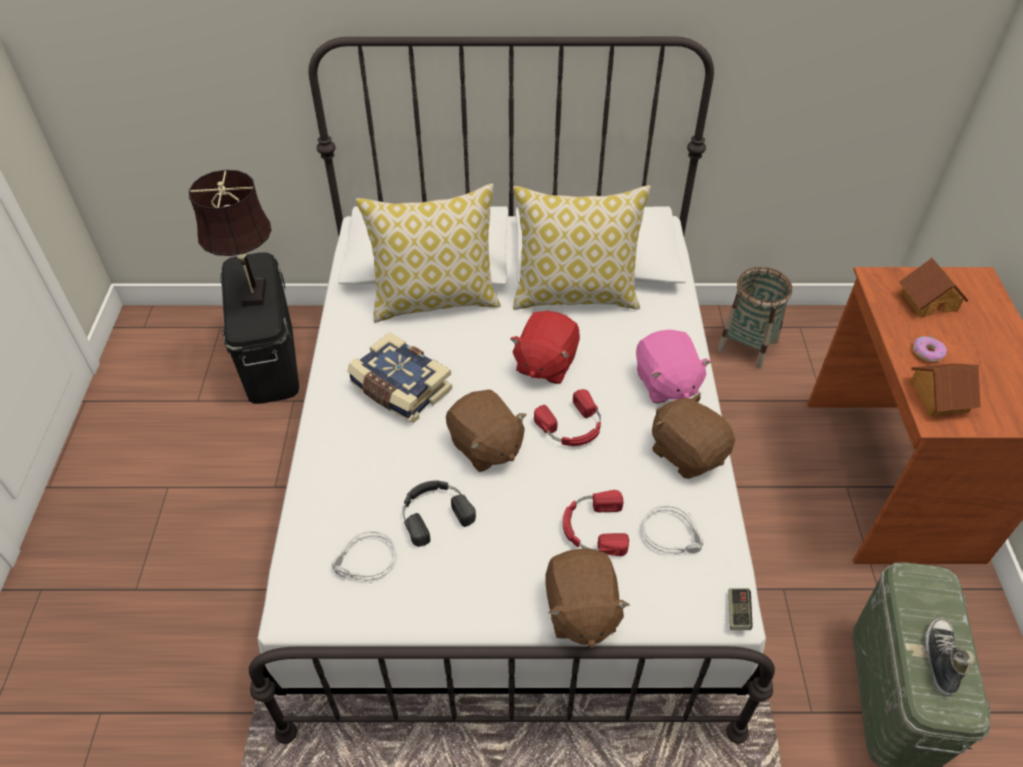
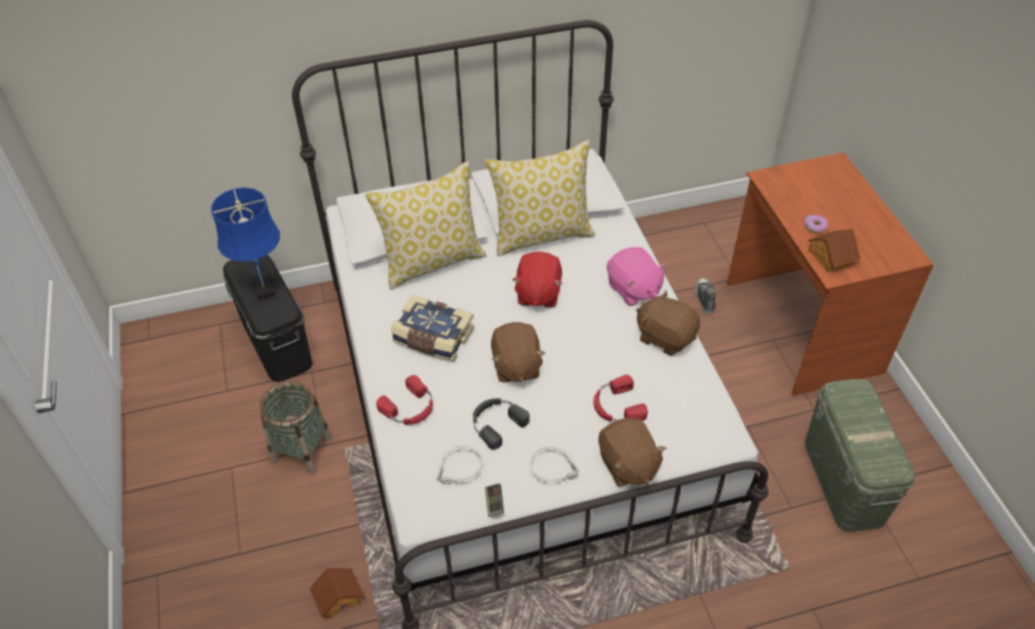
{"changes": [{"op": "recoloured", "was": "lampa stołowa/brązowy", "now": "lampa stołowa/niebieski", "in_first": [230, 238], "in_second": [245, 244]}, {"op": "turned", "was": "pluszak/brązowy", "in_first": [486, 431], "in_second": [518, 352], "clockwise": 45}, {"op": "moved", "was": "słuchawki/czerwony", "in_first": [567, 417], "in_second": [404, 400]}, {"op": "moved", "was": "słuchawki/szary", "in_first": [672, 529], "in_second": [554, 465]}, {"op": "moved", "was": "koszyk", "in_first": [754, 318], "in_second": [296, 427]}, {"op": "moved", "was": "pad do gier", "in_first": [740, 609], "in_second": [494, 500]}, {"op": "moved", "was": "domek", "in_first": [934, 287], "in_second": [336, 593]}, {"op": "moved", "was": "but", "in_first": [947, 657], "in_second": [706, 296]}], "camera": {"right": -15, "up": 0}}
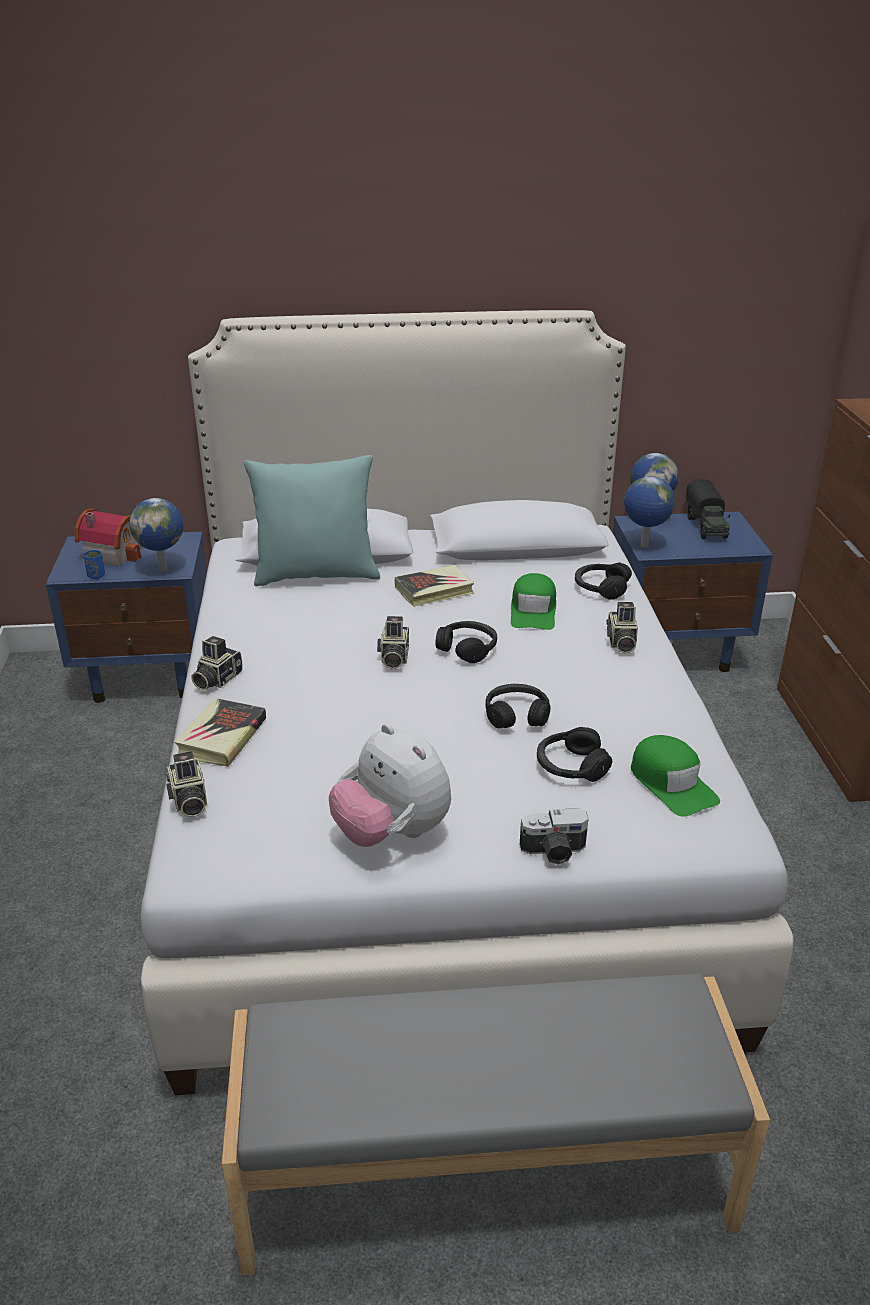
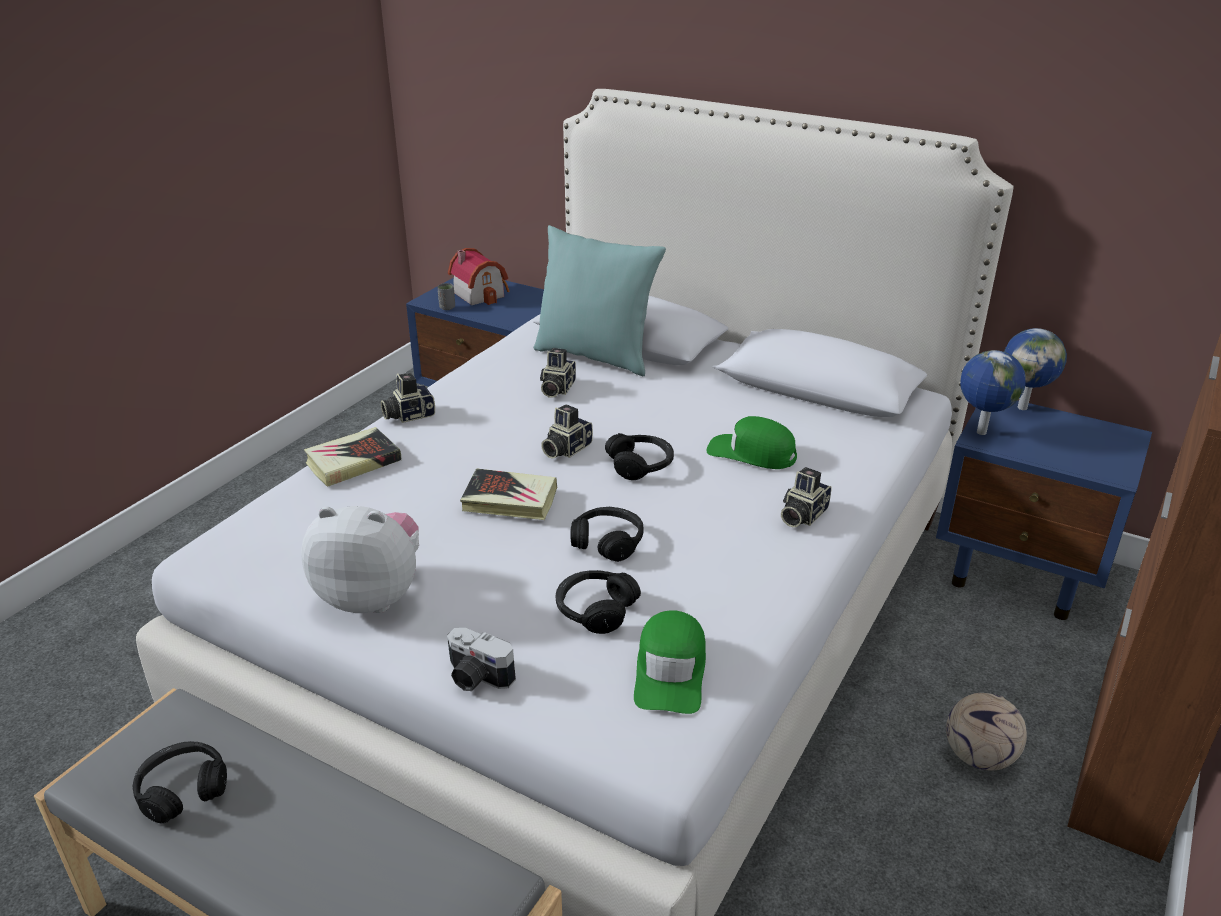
{"changes": [{"op": "recoloured", "was": "filiżanka/niebieski", "now": "filiżanka/szary", "in_first": [94, 564], "in_second": [446, 296]}, {"op": "removed", "was": "globus", "in_first": [156, 535]}, {"op": "moved", "was": "aparat fotograficzny", "in_first": [186, 784], "in_second": [558, 373]}, {"op": "turned", "was": "pluszak", "in_first": [390, 785], "in_second": [360, 559], "clockwise": 105}, {"op": "moved", "was": "książka", "in_first": [434, 586], "in_second": [508, 494]}, {"op": "turned", "was": "czapka z daszkiem/zielony", "in_first": [533, 601], "in_second": [751, 442], "clockwise": 75}, {"op": "moved", "was": "słuchawki/czarny", "in_first": [603, 581], "in_second": [180, 782]}, {"op": "removed", "was": "ciężarówka zabawkowa", "in_first": [708, 509]}, {"op": "added", "now": "piłka futbolowa", "in_second": [986, 731]}], "camera": {"right": 35, "up": 0}}
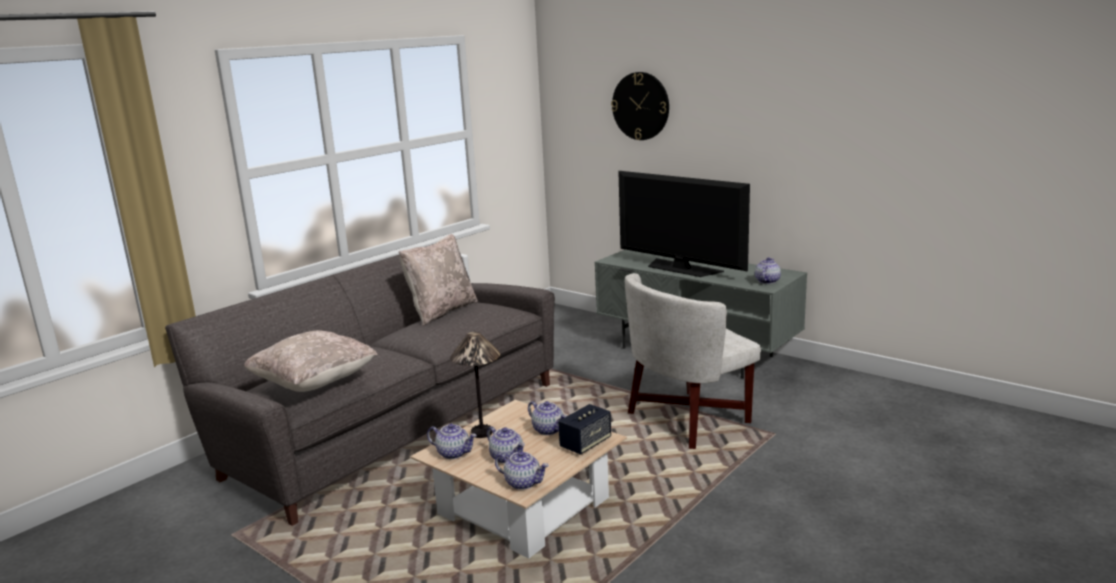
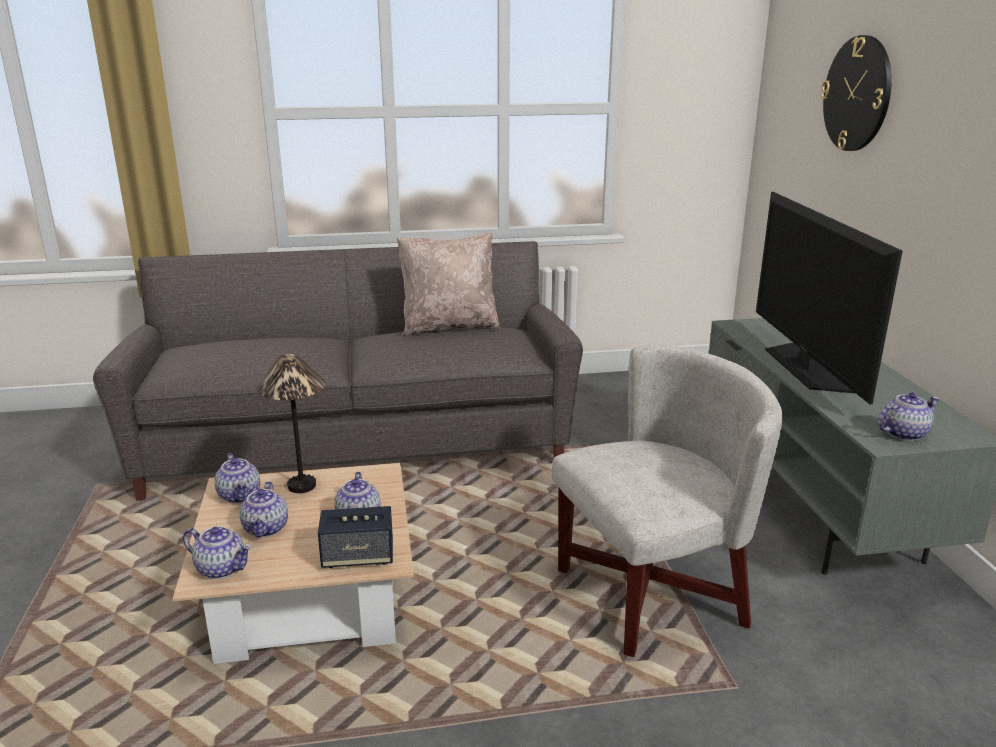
{"changes": [{"op": "removed", "was": "poduszka/beżowy", "in_first": [311, 361]}, {"op": "turned", "was": "imbryk", "in_first": [522, 470], "in_second": [217, 552], "clockwise": -45}, {"op": "turned", "was": "fotel/biały", "in_first": [693, 361], "in_second": [667, 501], "clockwise": 150}], "camera": {"right": 40, "up": 5}}
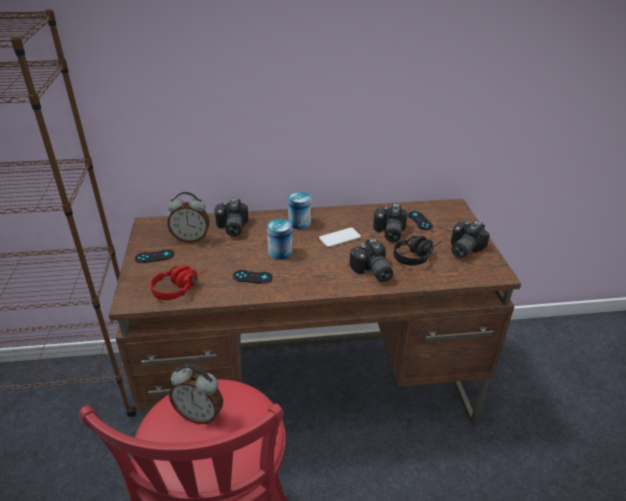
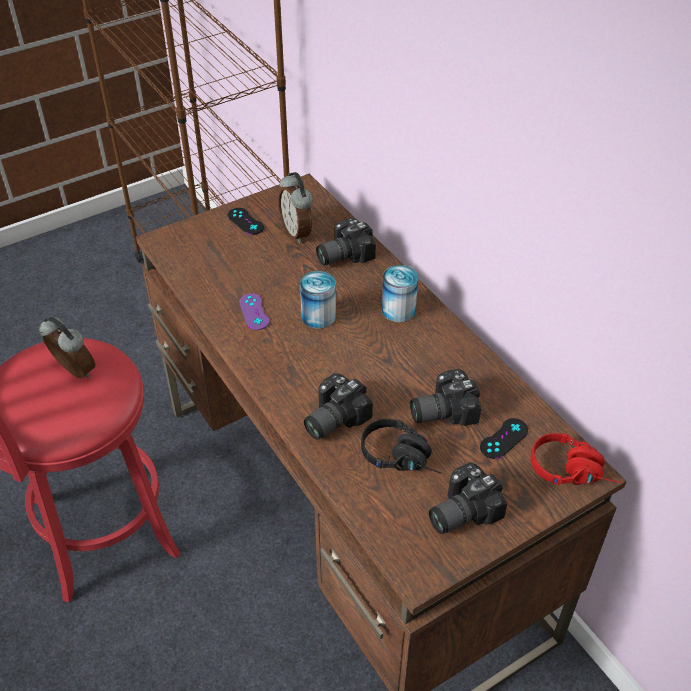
{"changes": [{"op": "moved", "was": "słuchawki/czerwony", "in_first": [179, 282], "in_second": [576, 459]}, {"op": "turned", "was": "budzik", "in_first": [196, 394], "in_second": [67, 347], "clockwise": 135}, {"op": "recoloured", "was": "pad do gier/czarny", "now": "pad do gier/fioletowy", "in_first": [253, 277], "in_second": [254, 311]}, {"op": "removed", "was": "telefon", "in_first": [340, 237]}, {"op": "turned", "was": "aparat fotograficzny", "in_first": [470, 239], "in_second": [468, 498], "clockwise": -45}], "camera": {"right": 65, "up": 10}}
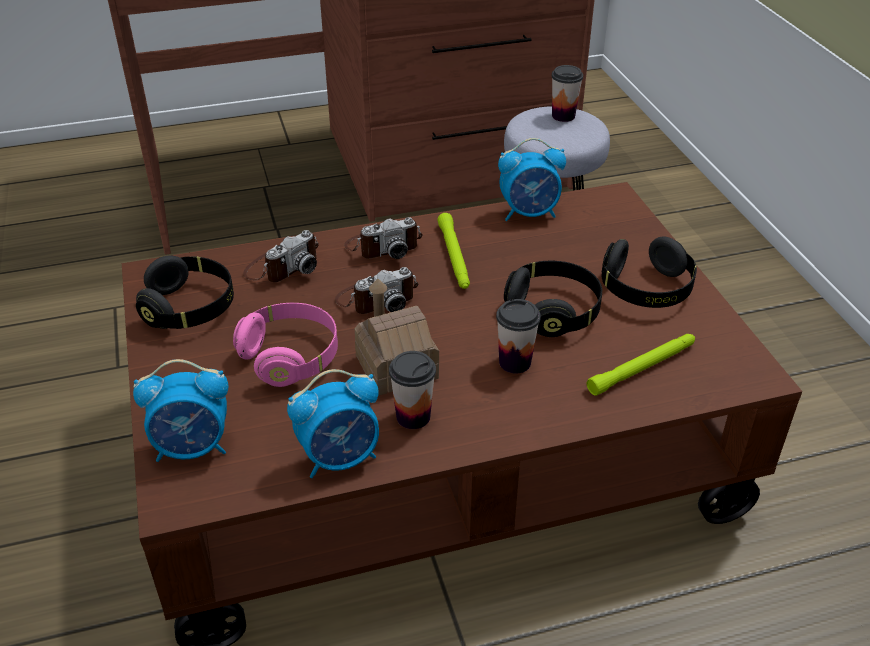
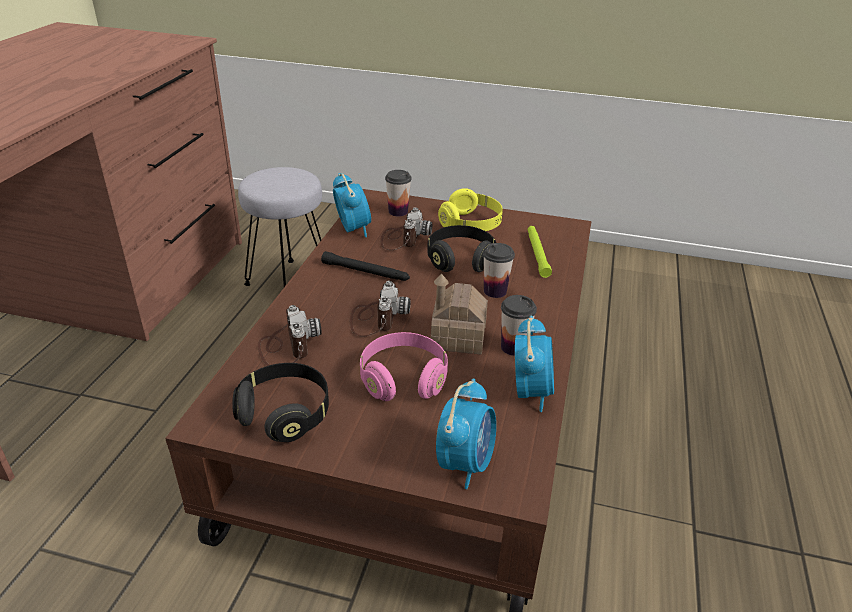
{"changes": [{"op": "moved", "was": "aparat fotograficzny", "in_first": [383, 238], "in_second": [406, 228]}, {"op": "recoloured", "was": "latarka/zielony", "now": "latarka/czarny", "in_first": [453, 251], "in_second": [365, 266]}, {"op": "turned", "was": "budzik", "in_first": [532, 179], "in_second": [352, 205], "clockwise": -45}, {"op": "moved", "was": "filiżanka", "in_first": [567, 93], "in_second": [398, 193]}, {"op": "recoloured", "was": "słuchawki/czarny", "now": "słuchawki/żółty", "in_first": [649, 272], "in_second": [470, 209]}], "camera": {"right": -60, "up": -5}}
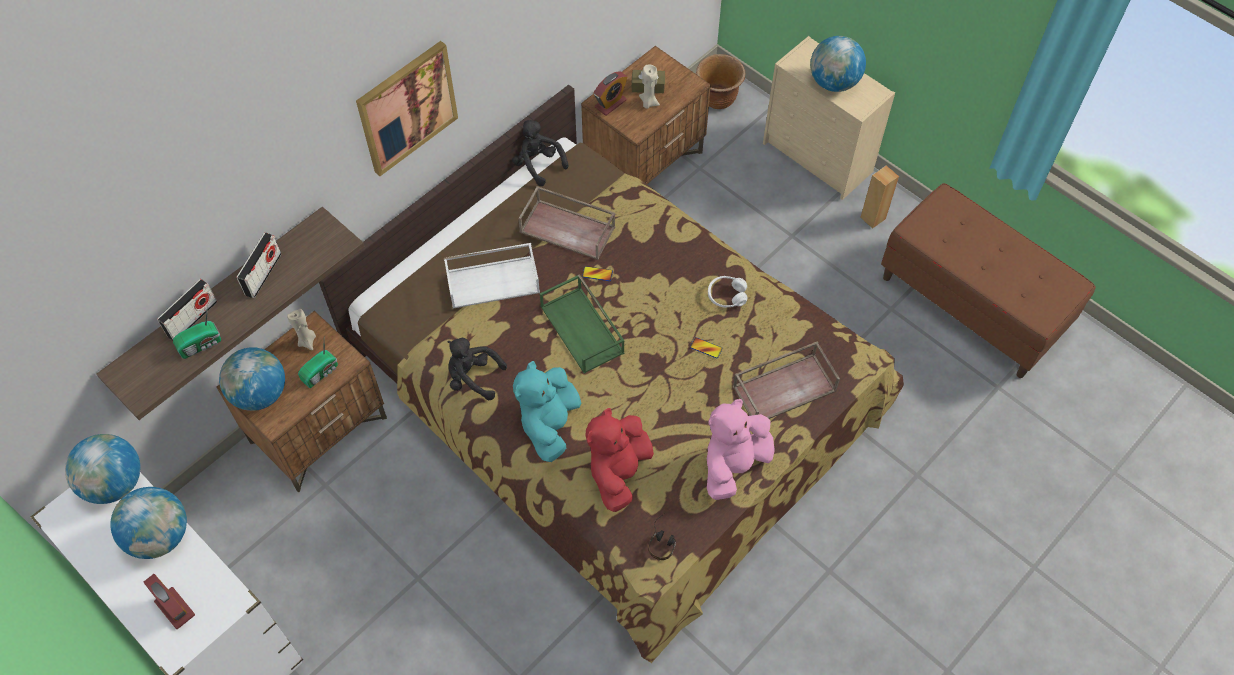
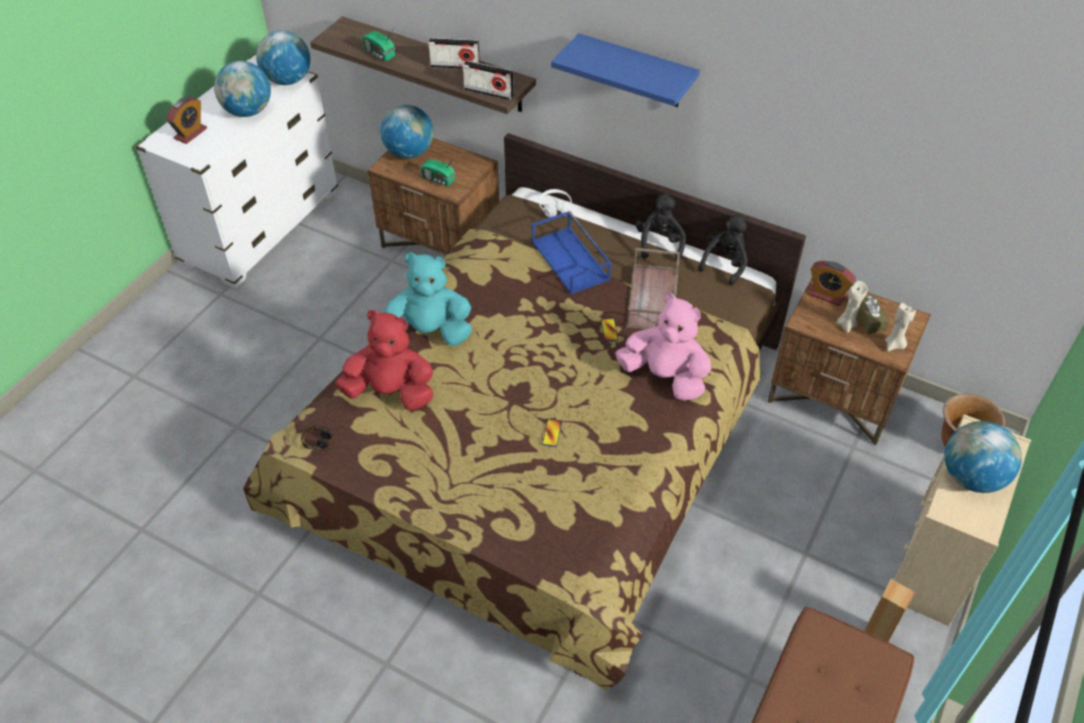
{"changes": [{"op": "moved", "was": "radio", "in_first": [187, 309], "in_second": [488, 80]}, {"op": "moved", "was": "świeca/beżowy", "in_first": [301, 329], "in_second": [900, 327]}, {"op": "replaced", "was": "obraz", "now": "półka/niebieski", "in_first": [407, 108], "in_second": [625, 70]}, {"op": "recoloured", "was": "taca/biały", "now": "taca/niebieski", "in_first": [492, 275], "in_second": [571, 253]}, {"op": "moved", "was": "pluszak/czarny", "in_first": [477, 369], "in_second": [661, 227]}, {"op": "removed", "was": "taca/zielony", "in_first": [582, 324]}, {"op": "moved", "was": "pluszak/różowy", "in_first": [741, 449], "in_second": [663, 347]}, {"op": "moved", "was": "słuchawki/biały", "in_first": [728, 292], "in_second": [555, 203]}, {"op": "removed", "was": "taca/brązowy", "in_first": [786, 380]}], "camera": {"right": 75, "up": -10}}
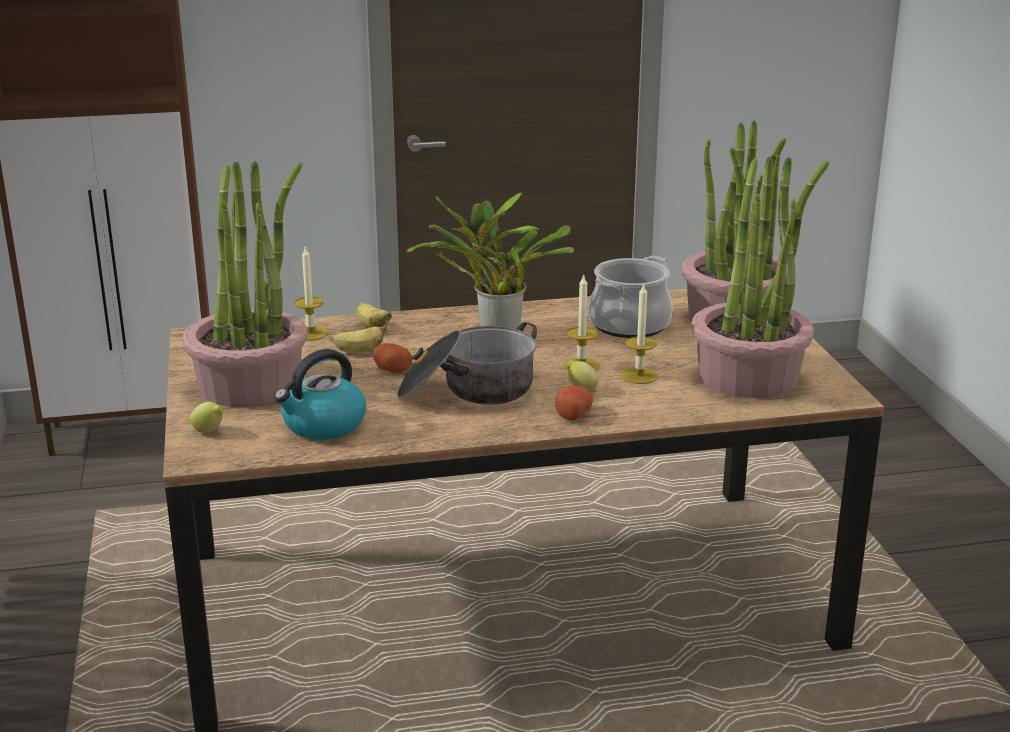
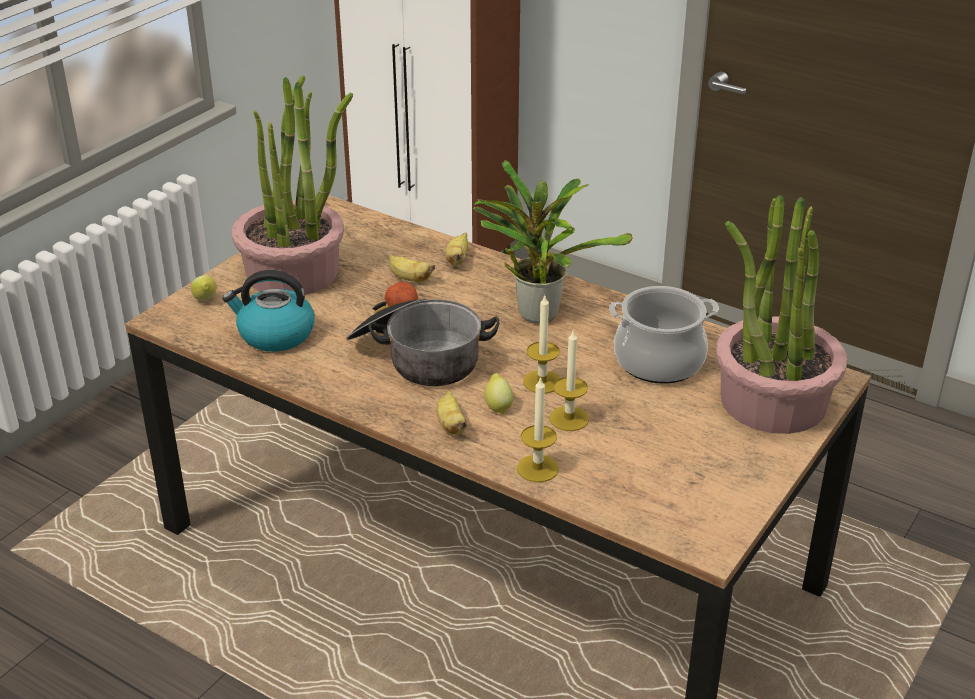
{"changes": [{"op": "moved", "was": "świeca", "in_first": [311, 293], "in_second": [538, 429]}, {"op": "replaced", "was": "ziemniak", "now": "banan", "in_first": [574, 403], "in_second": [452, 412]}, {"op": "removed", "was": "roślina doniczkowa", "in_first": [760, 277]}], "camera": {"right": 45, "up": 10}}
